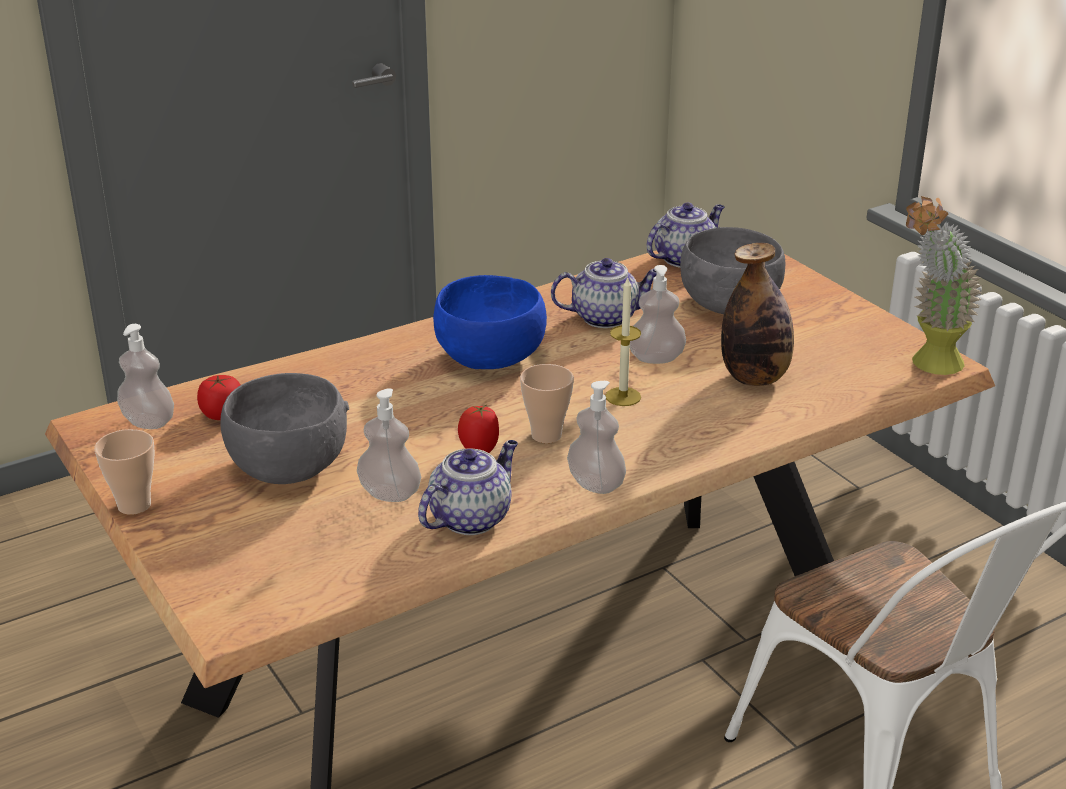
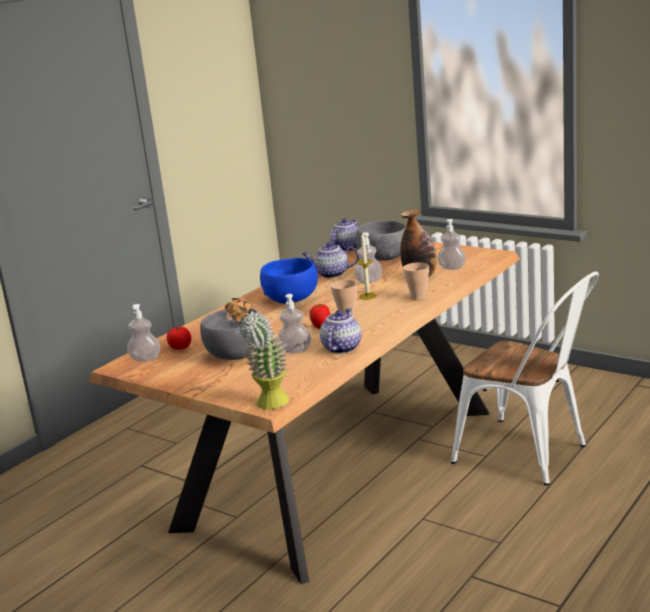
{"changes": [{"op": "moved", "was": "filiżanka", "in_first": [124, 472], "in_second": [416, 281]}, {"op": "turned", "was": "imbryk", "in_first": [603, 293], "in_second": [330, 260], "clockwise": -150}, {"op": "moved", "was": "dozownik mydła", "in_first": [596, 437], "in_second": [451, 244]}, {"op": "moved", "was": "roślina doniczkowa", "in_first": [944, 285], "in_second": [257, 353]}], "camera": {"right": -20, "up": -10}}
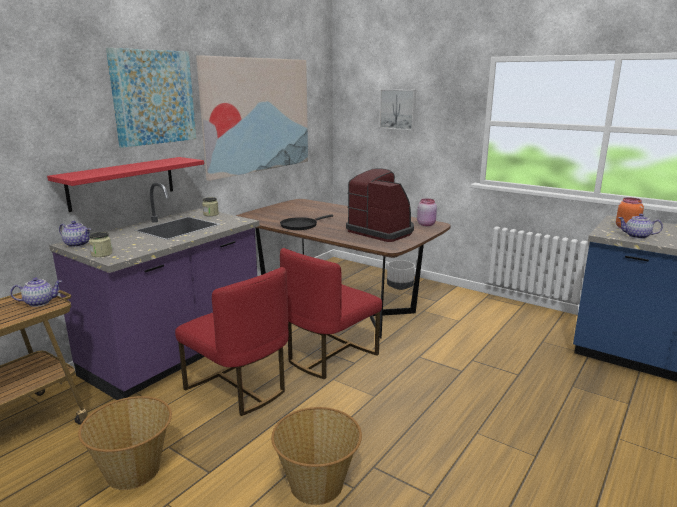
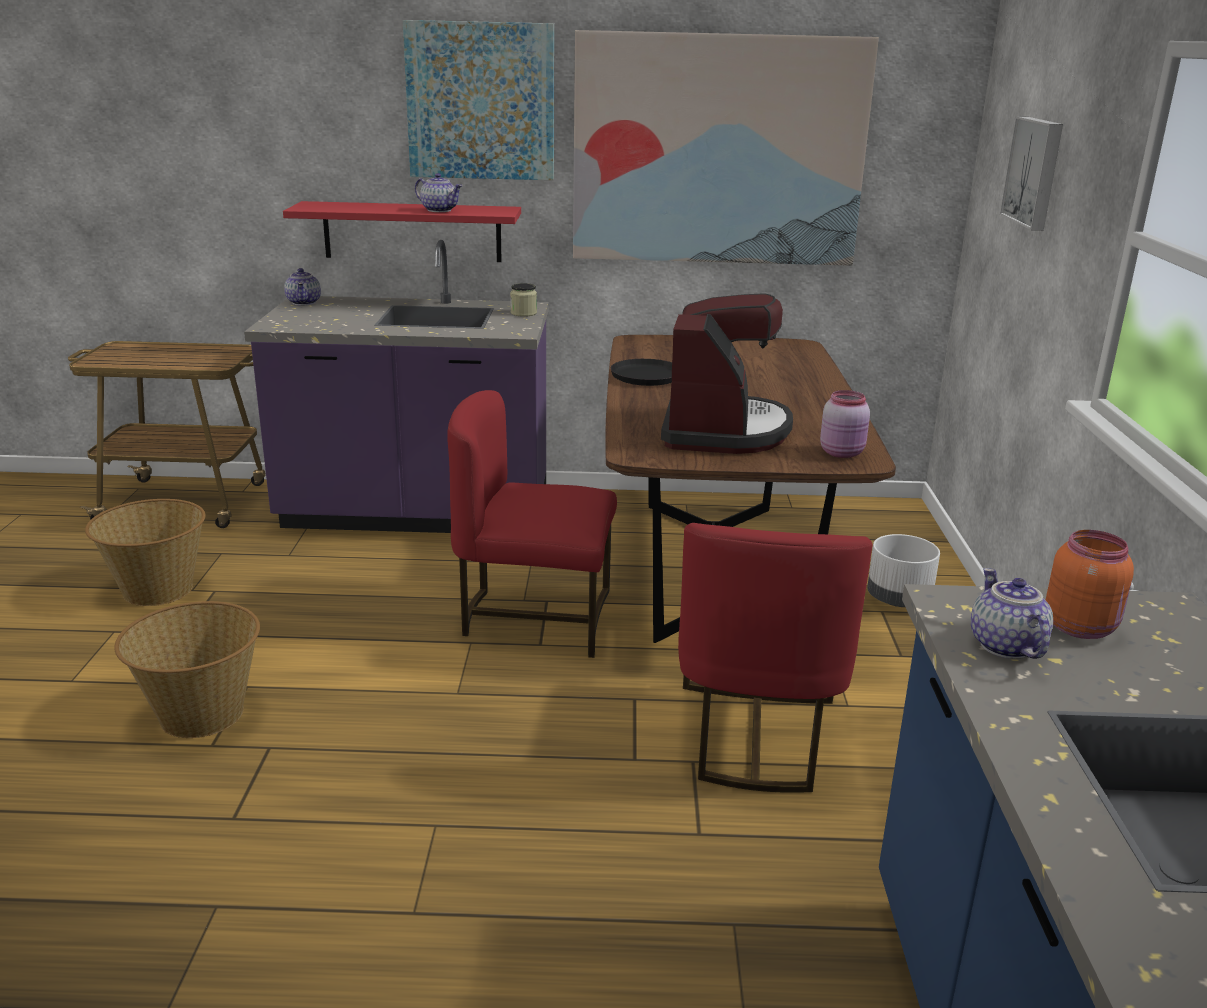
{"changes": [{"op": "moved", "was": "imbryk", "in_first": [36, 292], "in_second": [438, 192]}, {"op": "removed", "was": "słoik", "in_first": [100, 244]}, {"op": "moved", "was": "krzesło/czerwony", "in_first": [232, 341], "in_second": [775, 658]}], "camera": {"right": 55, "up": 5}}
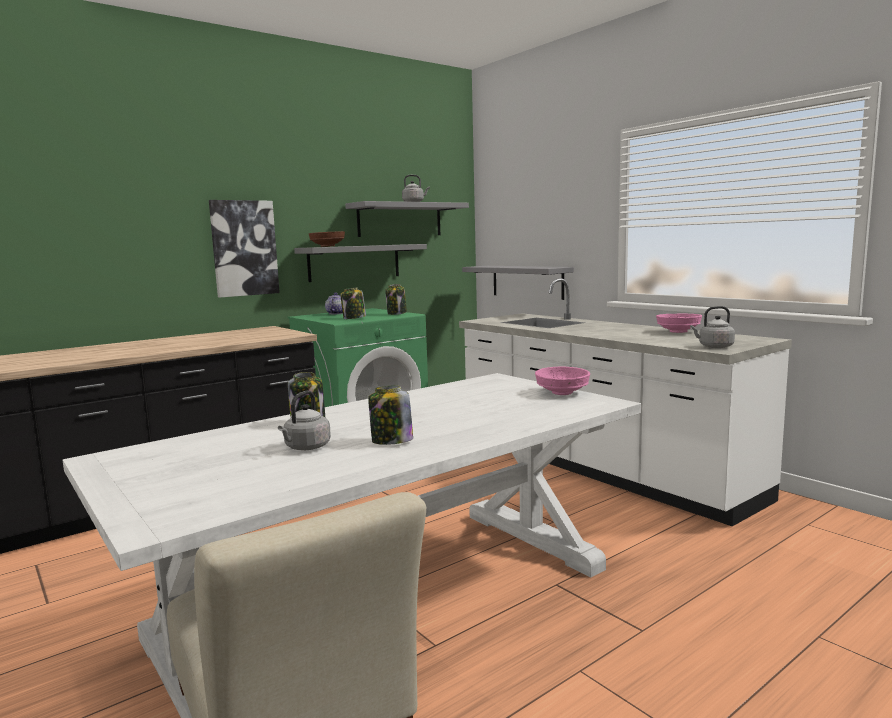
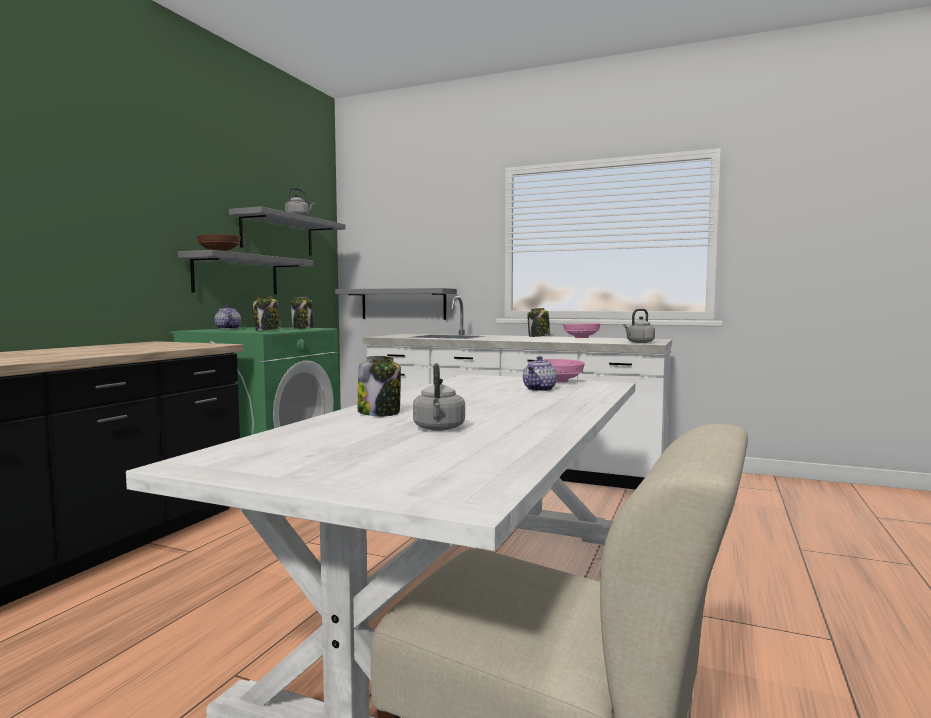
{"changes": [{"op": "removed", "was": "obraz", "in_first": [244, 249]}, {"op": "moved", "was": "słoik", "in_first": [390, 415], "in_second": [539, 322]}, {"op": "added", "now": "imbryk", "in_second": [540, 373]}], "camera": {"right": -30, "up": -5}}
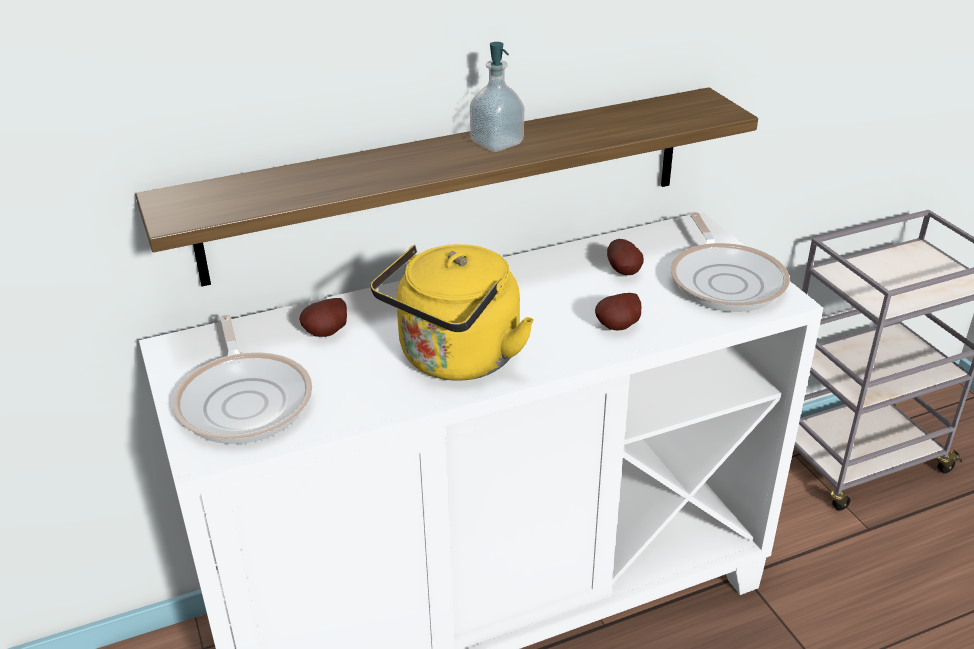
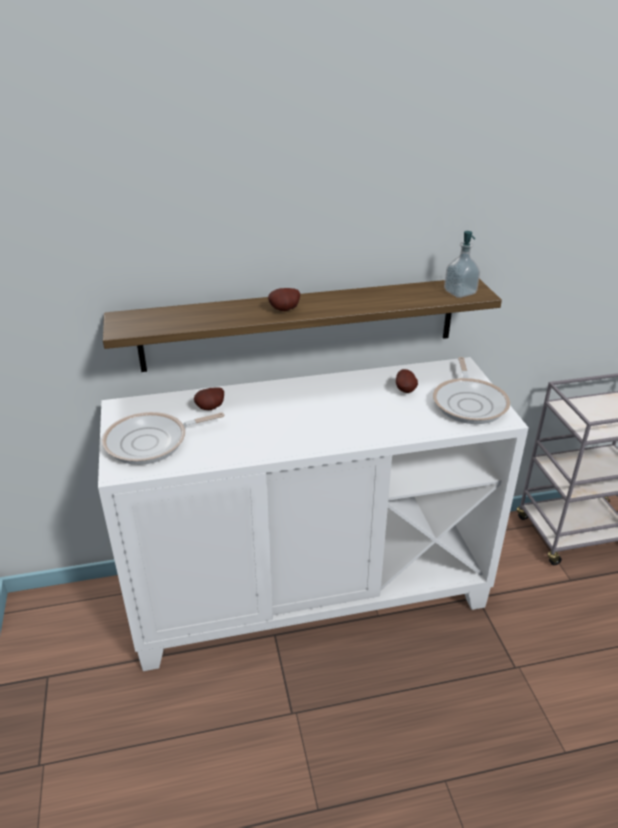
{"changes": [{"op": "turned", "was": "patelnia", "in_first": [242, 379], "in_second": [163, 438], "clockwise": 75}, {"op": "removed", "was": "czajnik/żółty", "in_first": [452, 312]}, {"op": "moved", "was": "dozownik mydła", "in_first": [497, 97], "in_second": [462, 264]}, {"op": "moved", "was": "ziemniak", "in_first": [618, 311], "in_second": [284, 299]}], "camera": {"right": 10, "up": 0}}
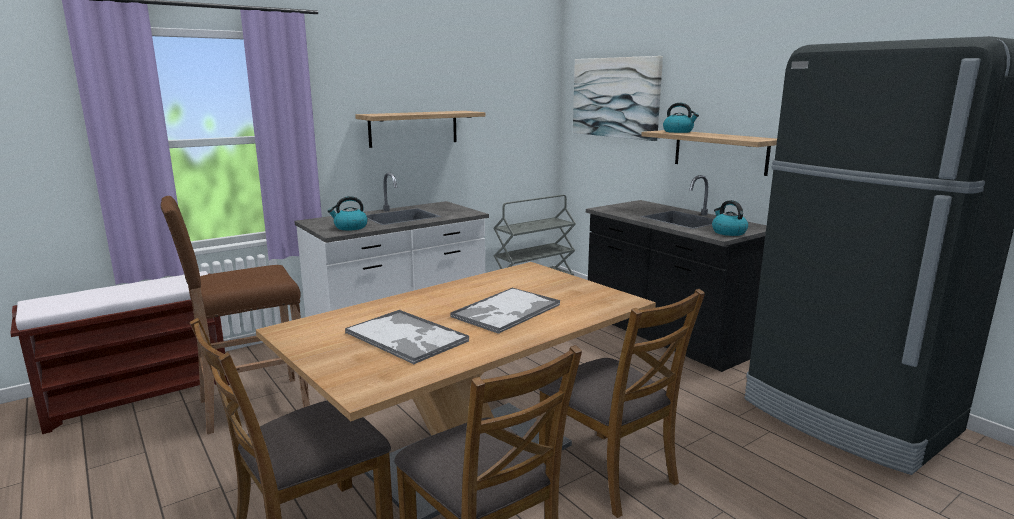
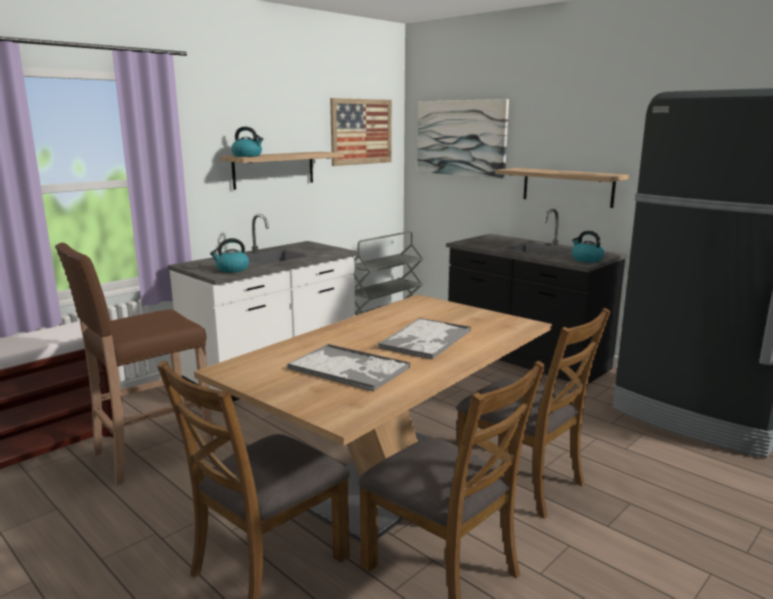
{"changes": [{"op": "moved", "was": "czajnik", "in_first": [681, 118], "in_second": [247, 142]}, {"op": "added", "now": "obraz", "in_second": [361, 132]}], "camera": {"right": -10, "up": 0}}
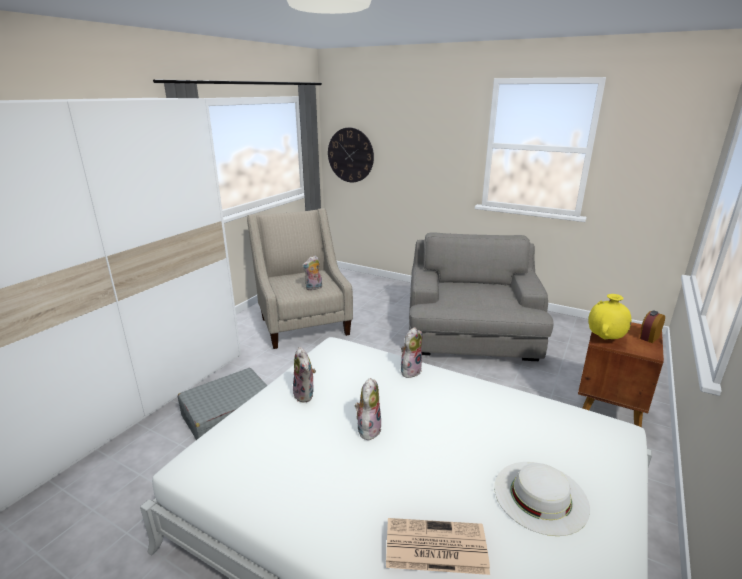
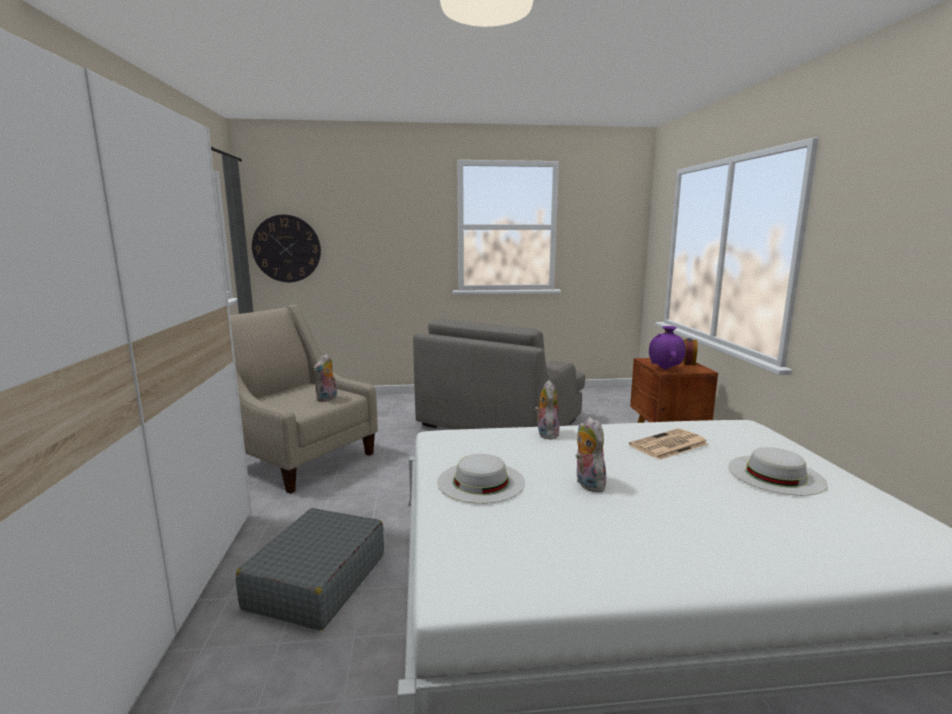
{"changes": [{"op": "replaced", "was": "pluszak", "now": "kapelusz/biały", "in_first": [304, 375], "in_second": [481, 479]}, {"op": "moved", "was": "gazeta", "in_first": [438, 546], "in_second": [668, 444]}, {"op": "turned", "was": "fotel/szary", "in_first": [481, 296], "in_second": [499, 374], "clockwise": -120}, {"op": "recoloured", "was": "wazon/żółty", "now": "wazon/fioletowy", "in_first": [610, 316], "in_second": [667, 348]}], "camera": {"right": -35, "up": -10}}
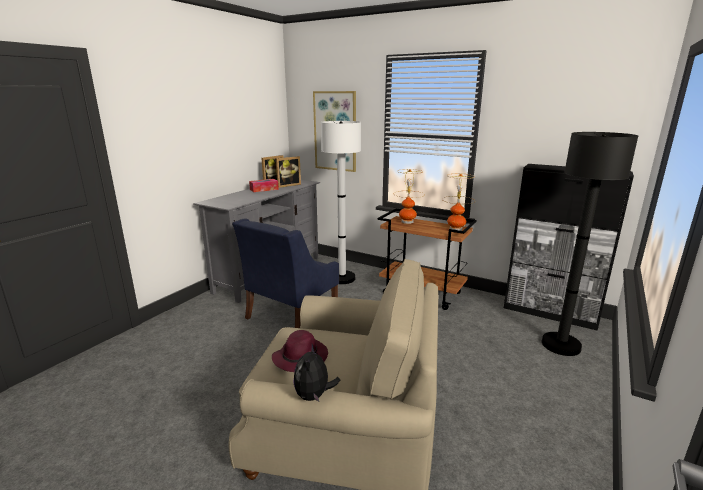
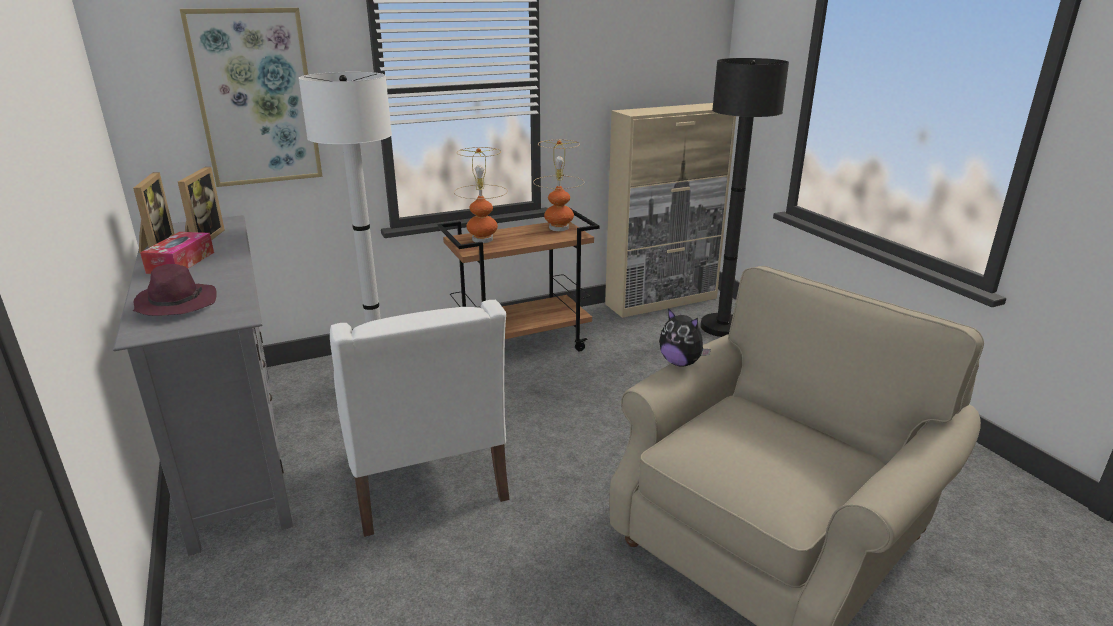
{"changes": [{"op": "recoloured", "was": "fotel/niebieski", "now": "fotel/biały", "in_first": [285, 273], "in_second": [420, 418]}, {"op": "moved", "was": "kapelusz/fioletowy", "in_first": [300, 351], "in_second": [175, 290]}, {"op": "moved", "was": "pluszak", "in_first": [316, 373], "in_second": [685, 337]}, {"op": "recoloured", "was": "szafka/czarny", "now": "szafka/beżowy", "in_first": [569, 247], "in_second": [670, 210]}], "camera": {"right": -55, "up": 5}}
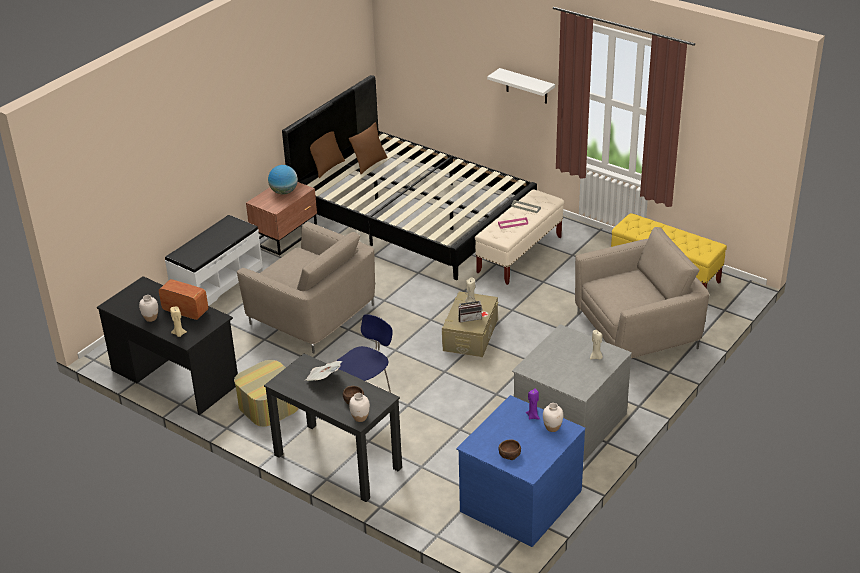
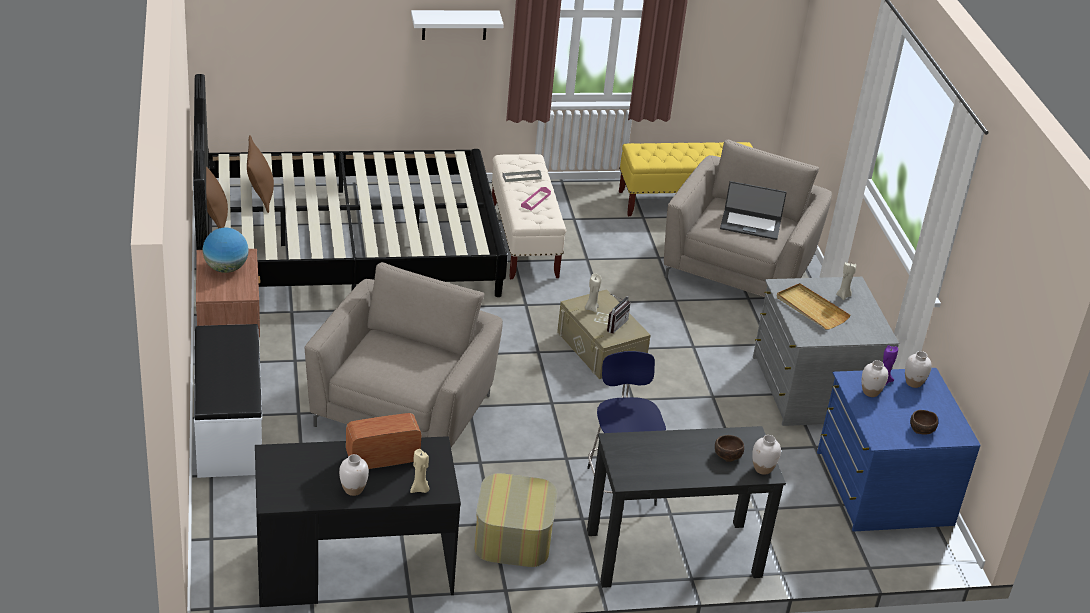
{"changes": [{"op": "turned", "was": "fotel/beżowy", "in_first": [306, 287], "in_second": [404, 354], "clockwise": -60}, {"op": "removed", "was": "gazeta", "in_first": [323, 371]}, {"op": "added", "now": "laptop", "in_second": [753, 210]}, {"op": "added", "now": "taca/beżowy", "in_second": [813, 306]}, {"op": "added", "now": "wazon/biały", "in_second": [875, 378]}], "camera": {"right": -50, "up": 0}}
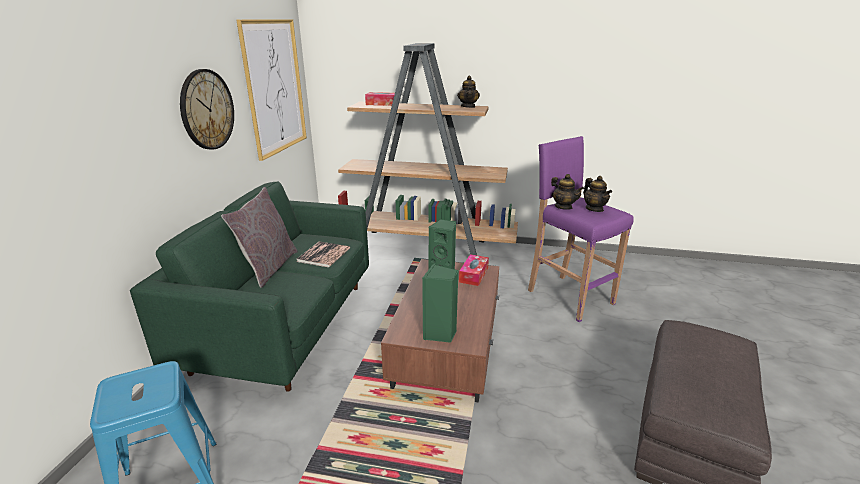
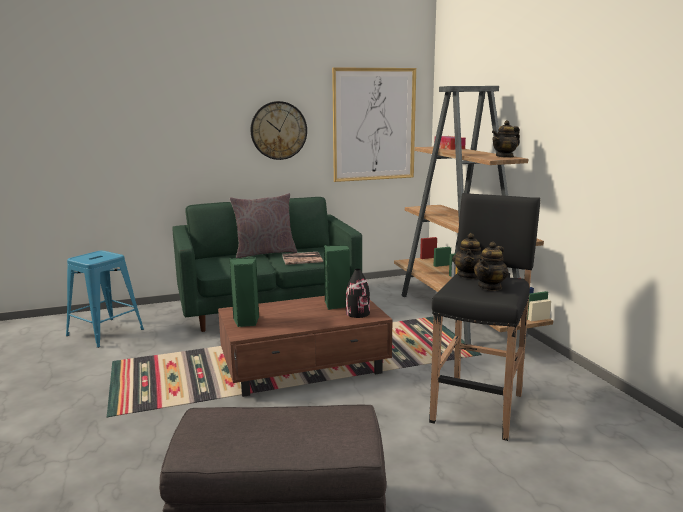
{"changes": [{"op": "replaced", "was": "pudełko chusteczek", "now": "wazon/czarny", "in_first": [474, 270], "in_second": [358, 293]}, {"op": "recoloured", "was": "stołek/fioletowy", "now": "stołek/czarny", "in_first": [581, 229], "in_second": [484, 317]}], "camera": {"right": 60, "up": -10}}
